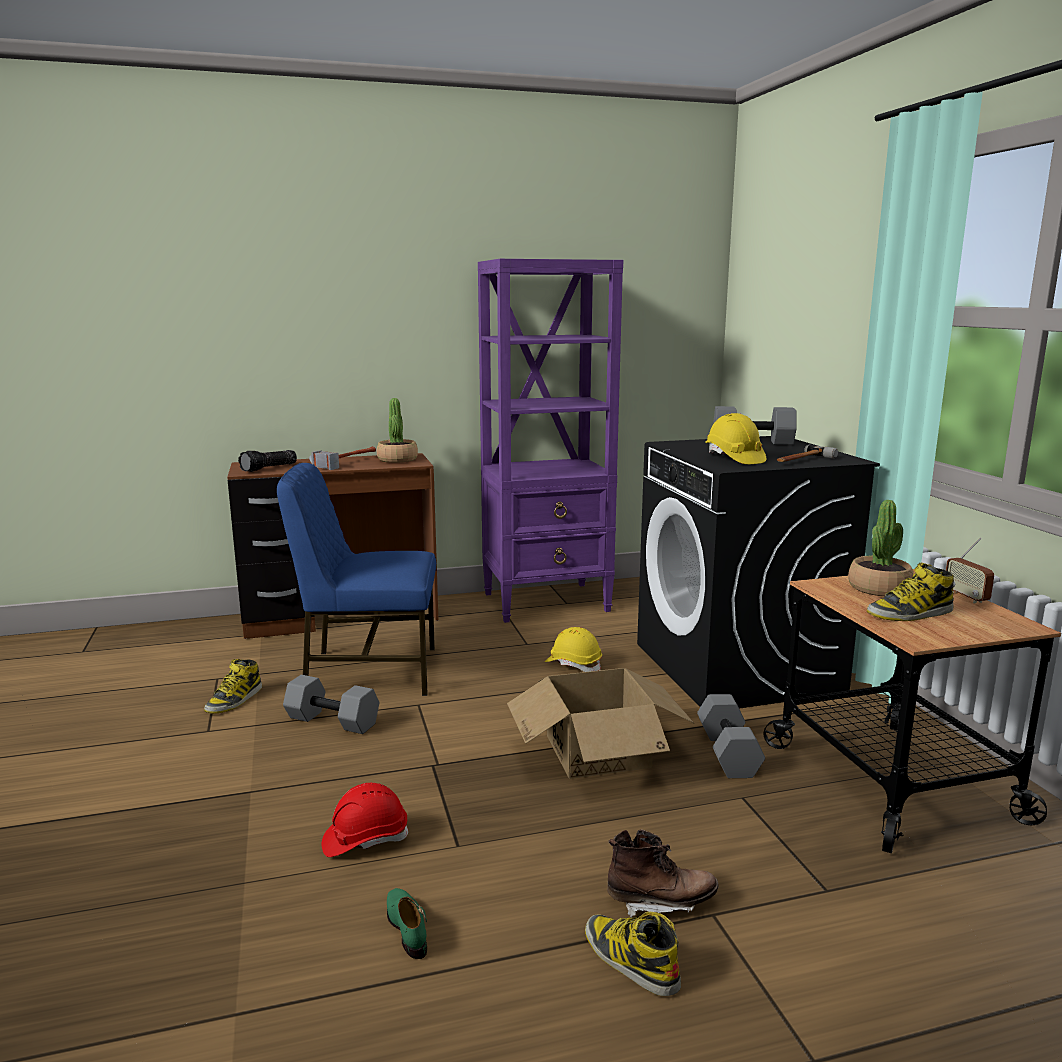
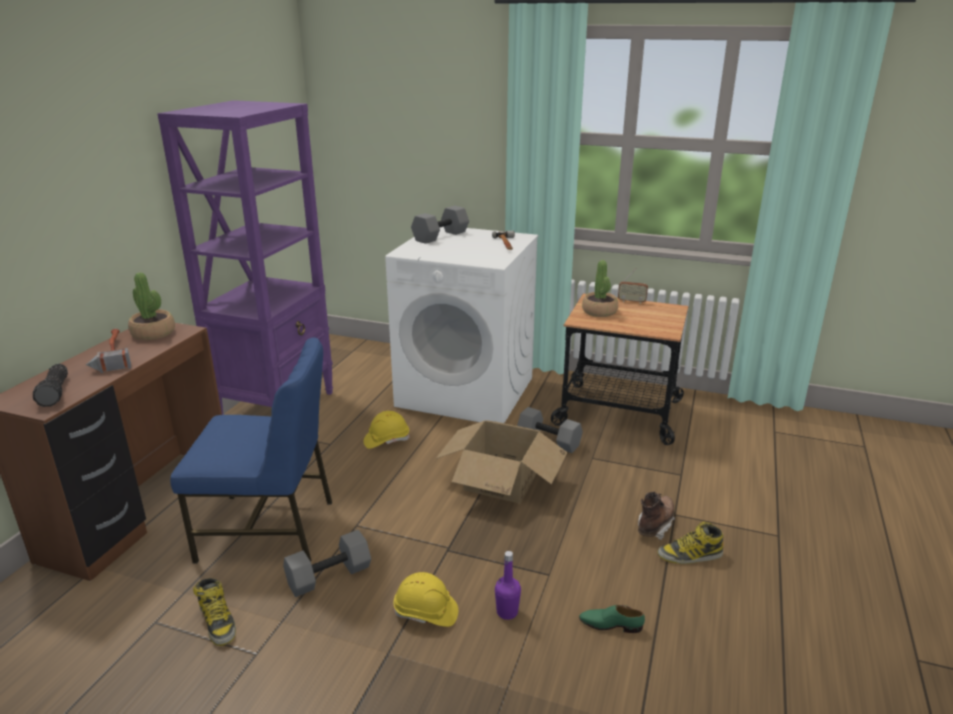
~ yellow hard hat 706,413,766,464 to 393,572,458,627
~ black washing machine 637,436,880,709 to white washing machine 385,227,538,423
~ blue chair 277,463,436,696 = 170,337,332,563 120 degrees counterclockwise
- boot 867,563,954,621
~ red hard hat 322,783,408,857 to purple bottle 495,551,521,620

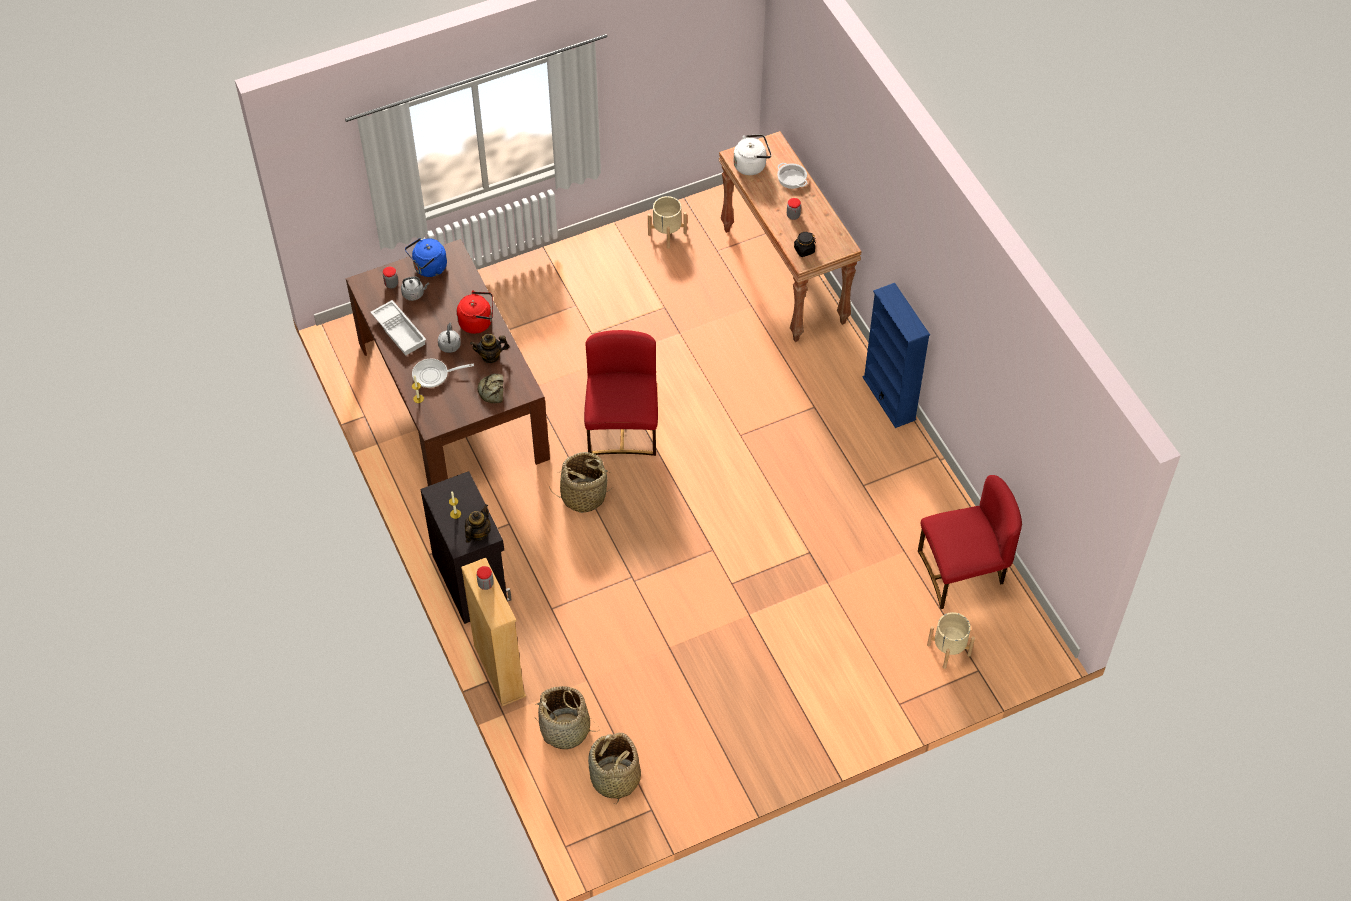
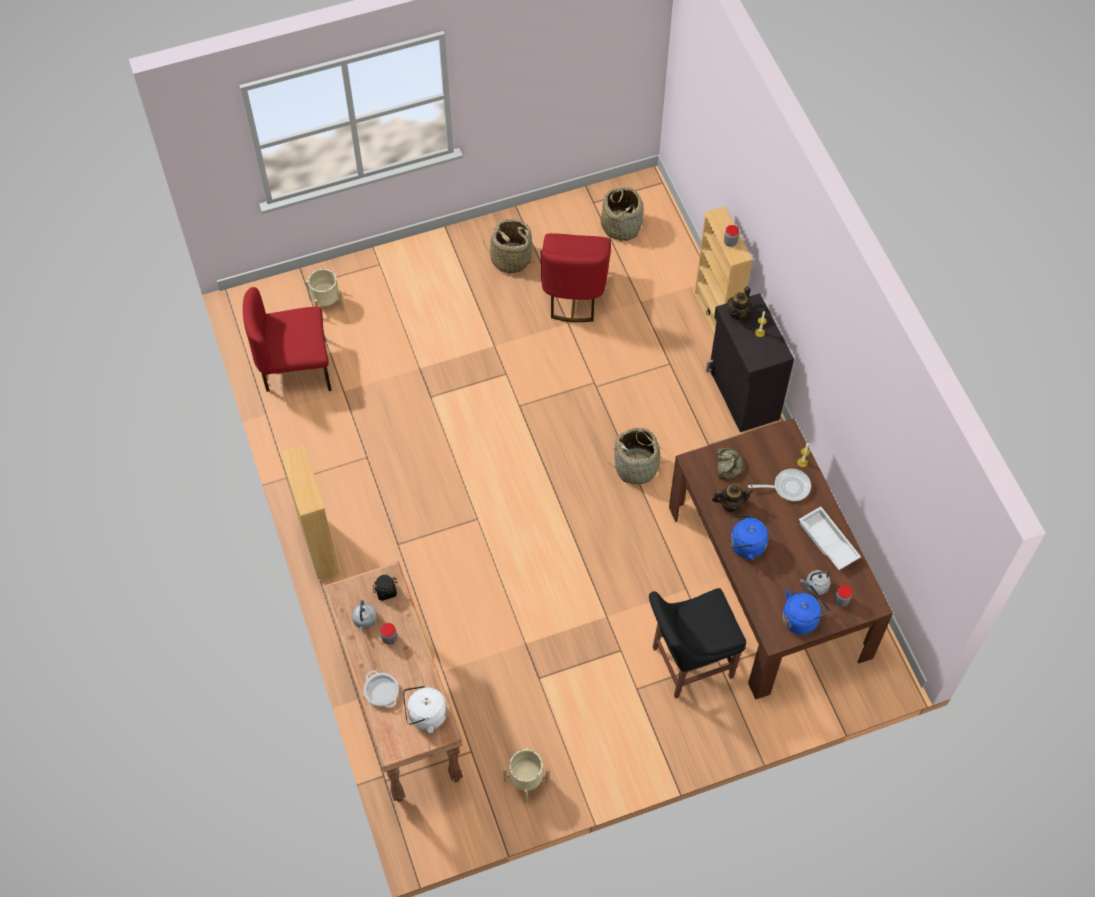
~ blue bookcase 862,283,930,428 to beige bookcase 280,445,342,582
~ red kettle 457,290,493,334 to blue kettle 730,515,769,560
~ grey kettle 438,323,461,353 to 352,600,377,631
~ red chair 584,330,658,456 to 541,233,611,322
~ basket 535,686,592,749 to 483,219,536,273
+ black chair 649,588,746,699

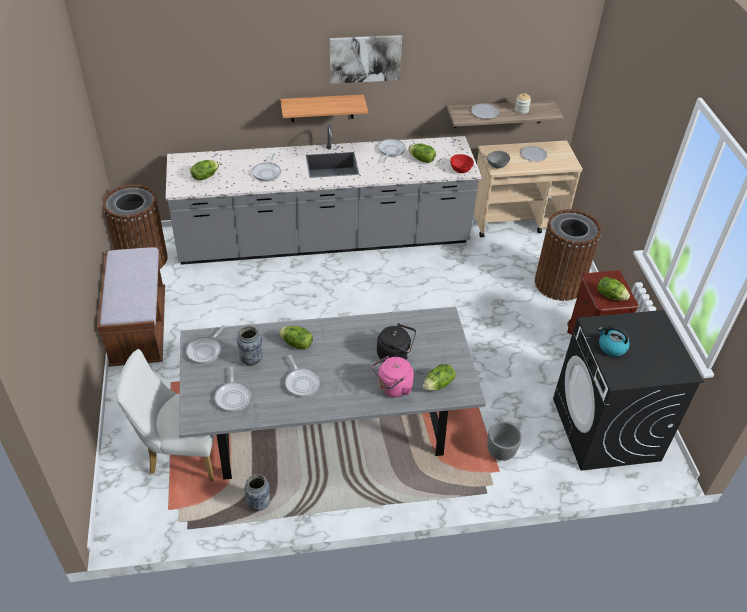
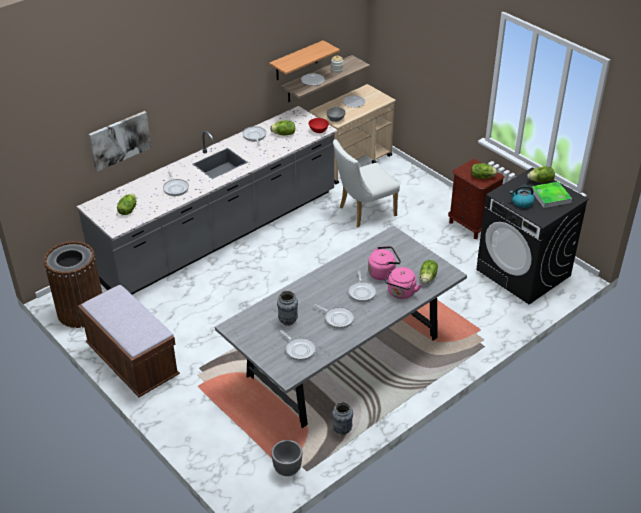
~ picture 330,35,402,84 to 88,111,151,172
~ shelf 280,94,368,122 to 269,40,340,80
- brown trash can 535,209,601,301
~ black kettle 377,323,416,362 to pink kettle 368,246,401,280
~ frying pan 186,325,225,364 to 348,270,377,302
~ lettuce 278,326,313,350 to 527,166,555,183
~ white chair 116,349,215,481 to 333,139,400,228
~ grey planter 487,422,522,461 to 271,440,302,476
+ tray 532,182,572,208

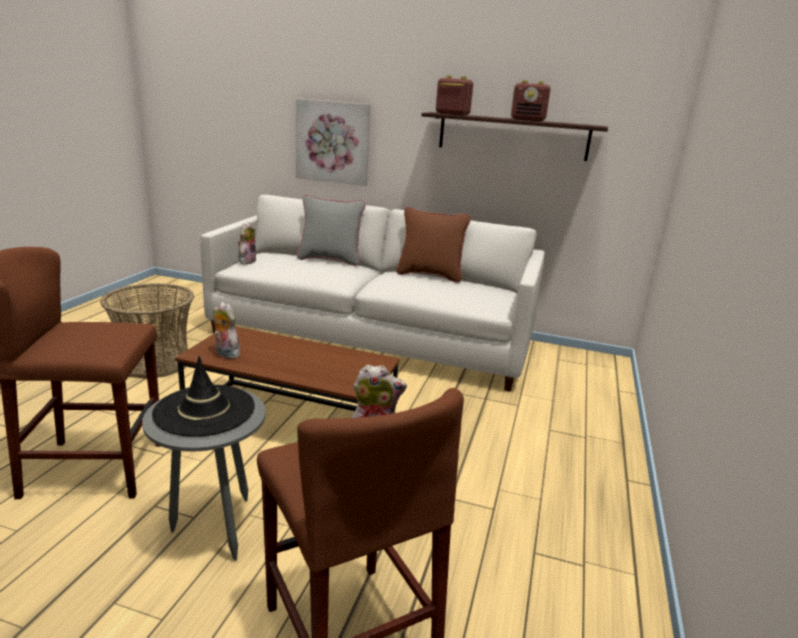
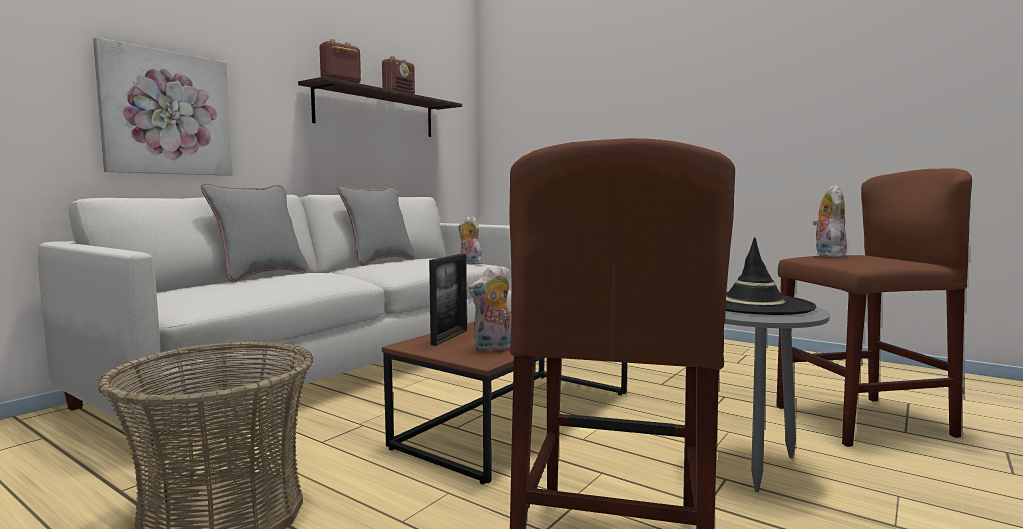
~ brown pillow 396,207,471,283 to grey pillow 338,186,416,266
~ plush toy 238,222,256,264 to 458,217,482,265
+ picture frame 429,254,467,346

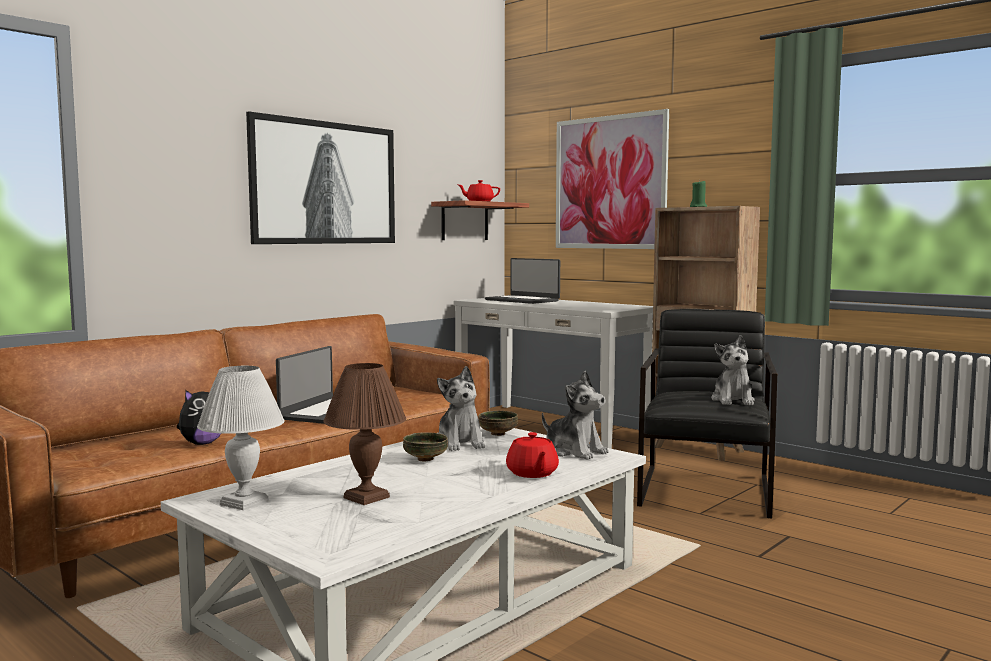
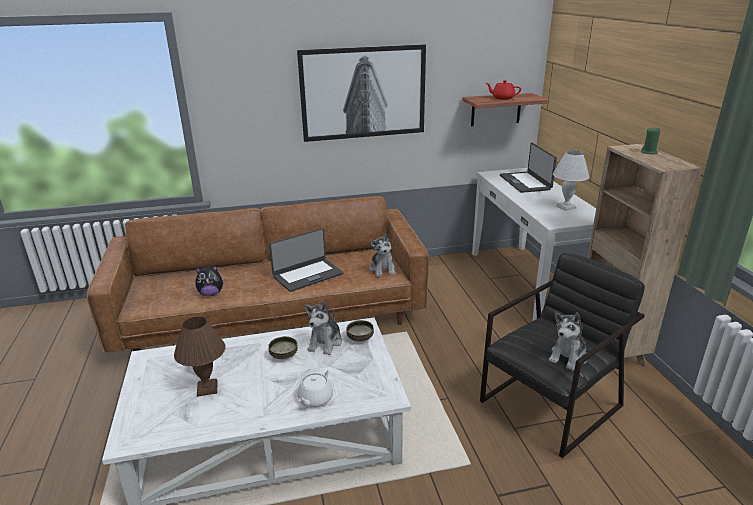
- picture 556,109,669,249
~ white table lamp 197,366,285,510 to 553,151,589,211
~ plush toy 542,371,609,460 to 370,233,396,277
~ red teapot 506,432,559,478 to white teapot 297,369,333,407

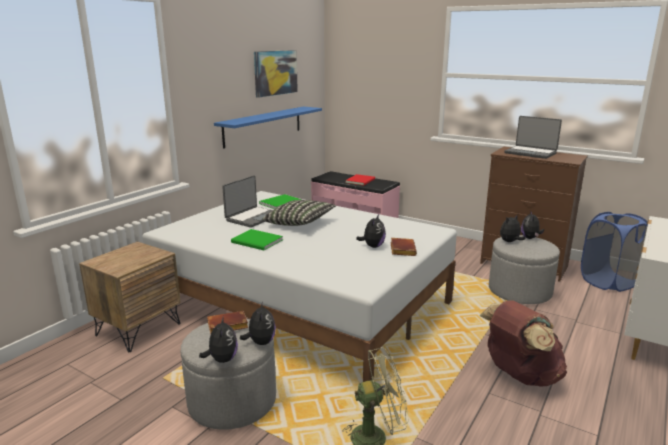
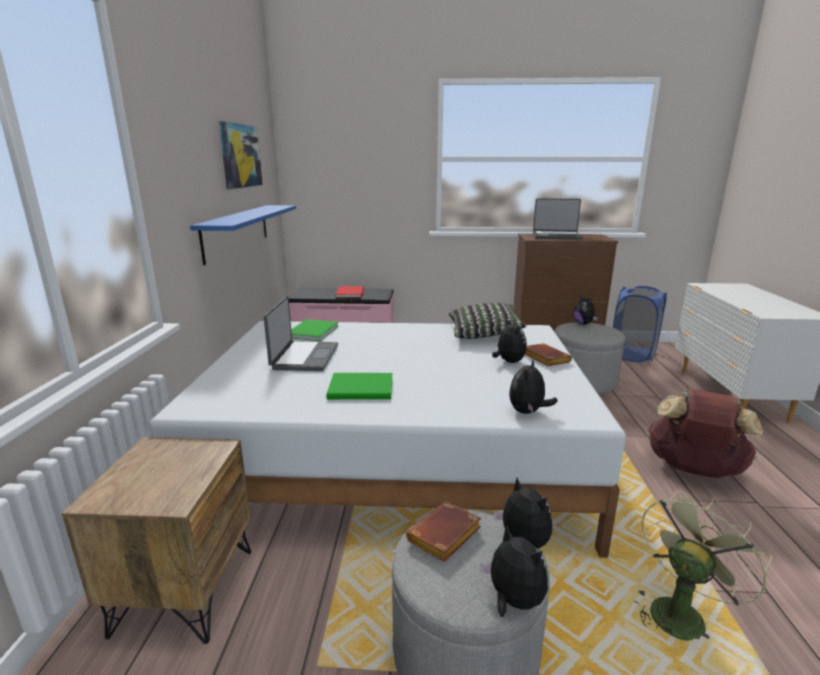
~ pillow 263,200,336,226 to 449,303,527,339
~ plush toy 500,215,526,242 to 509,357,558,414

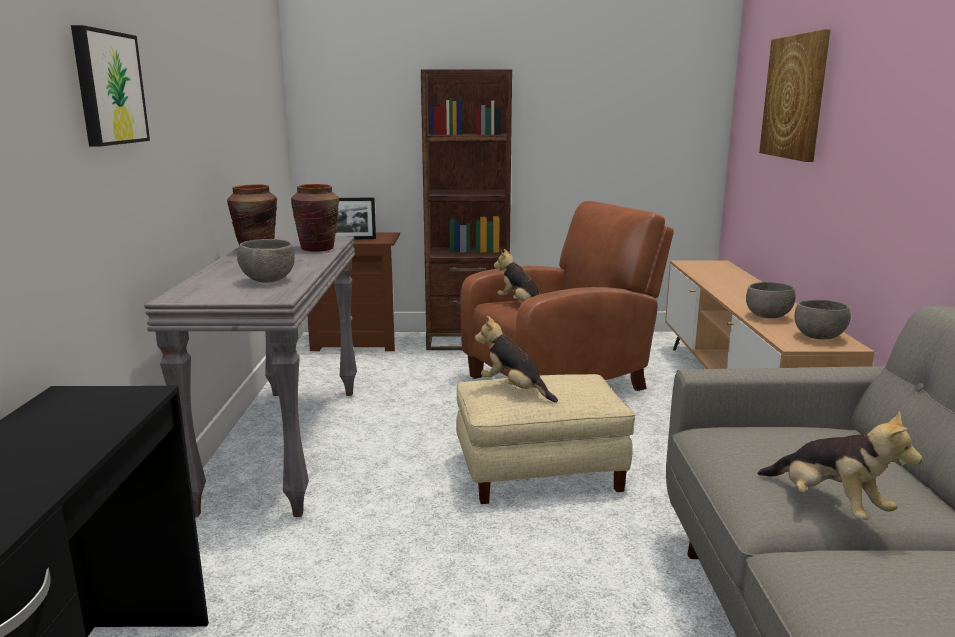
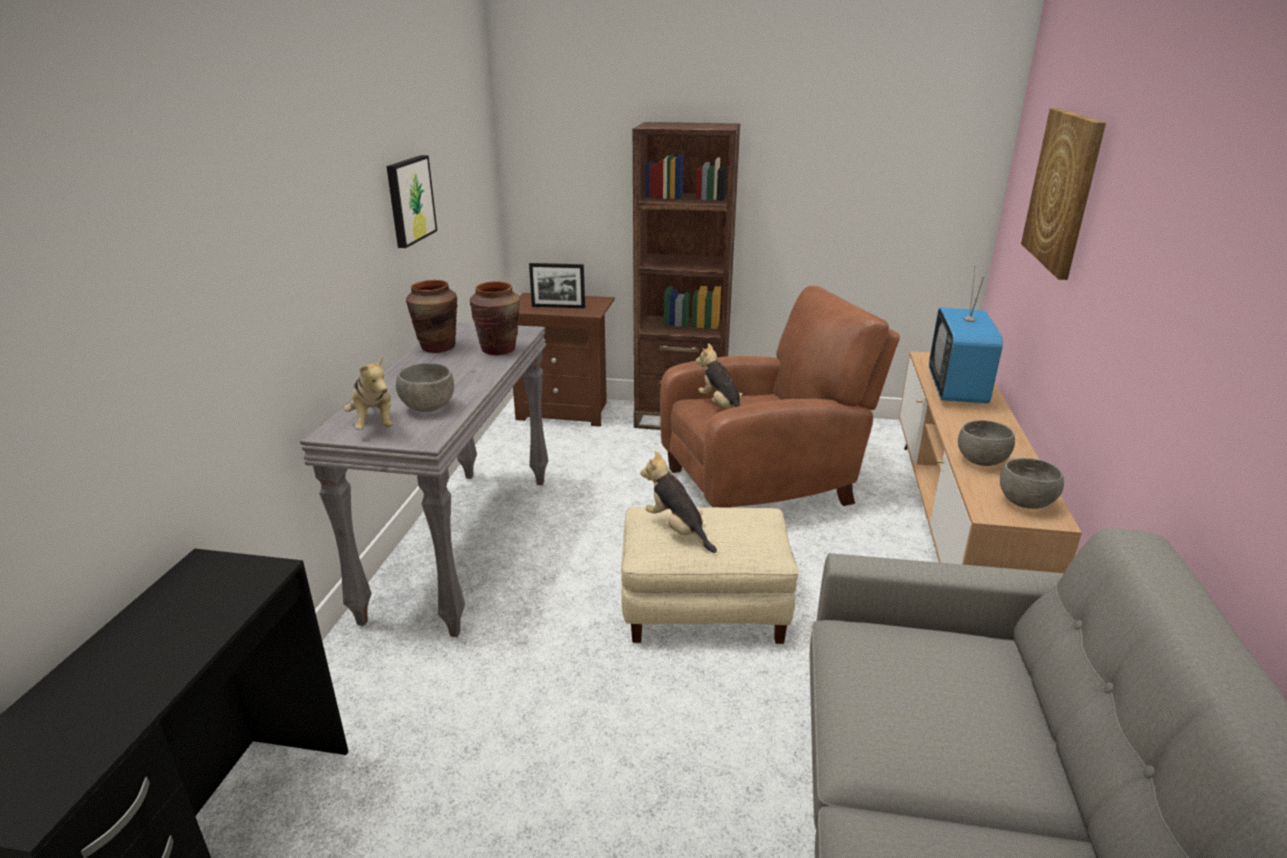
~ picture 71,25,150,146 to 386,155,437,248
~ plush toy 757,410,922,520 to 343,356,393,430
+ television 929,266,1003,404

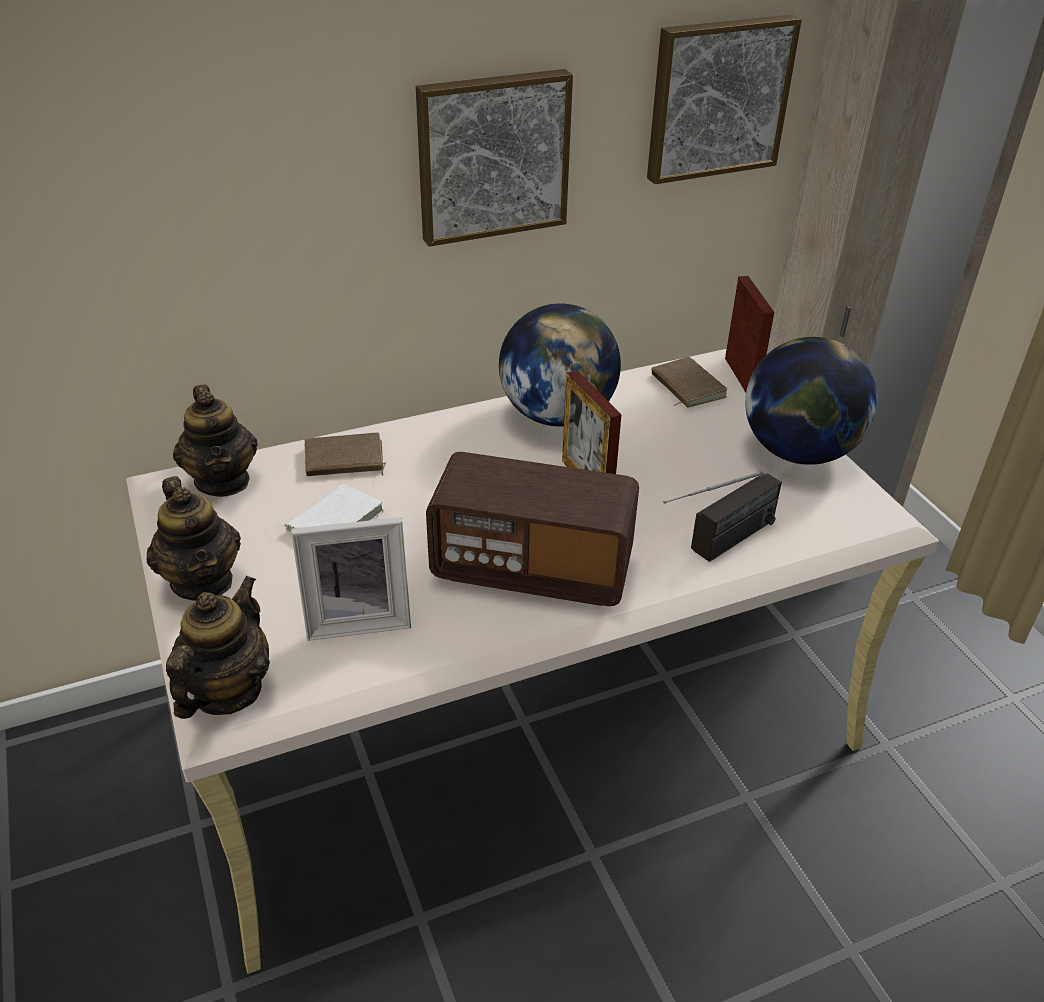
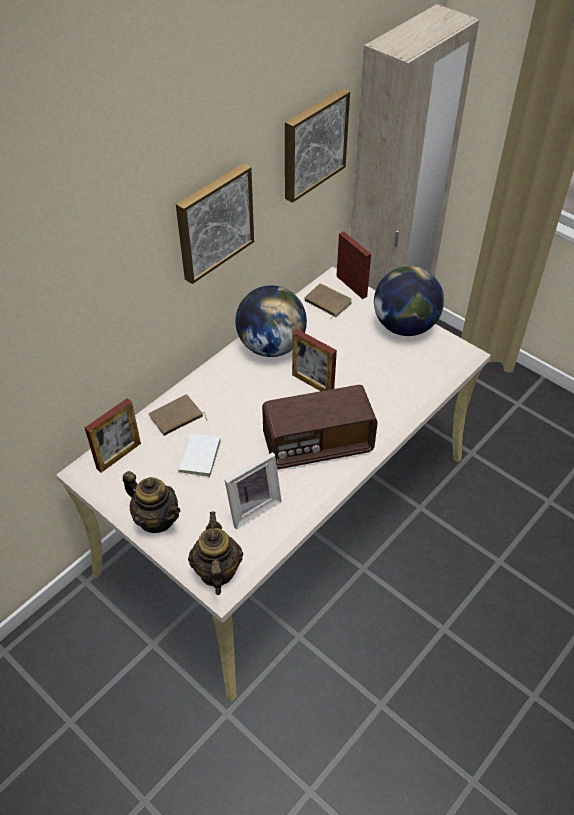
~ teapot 173,384,258,497 to picture frame 85,398,141,473
- radio 663,471,782,562

